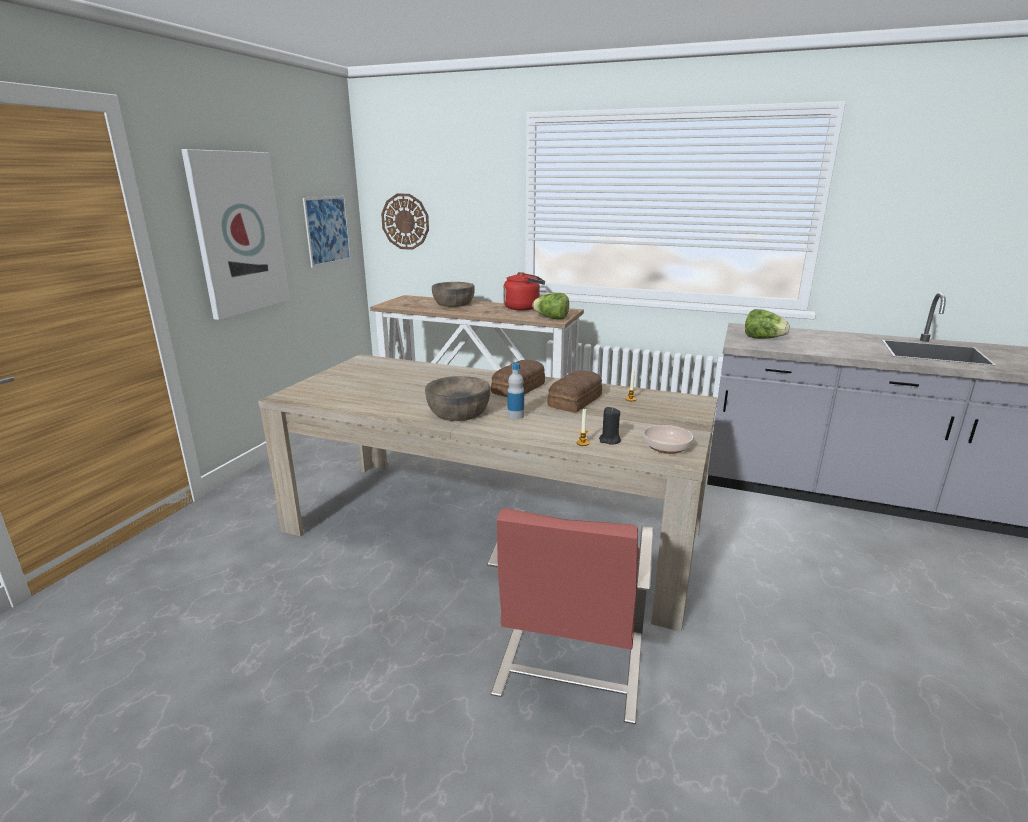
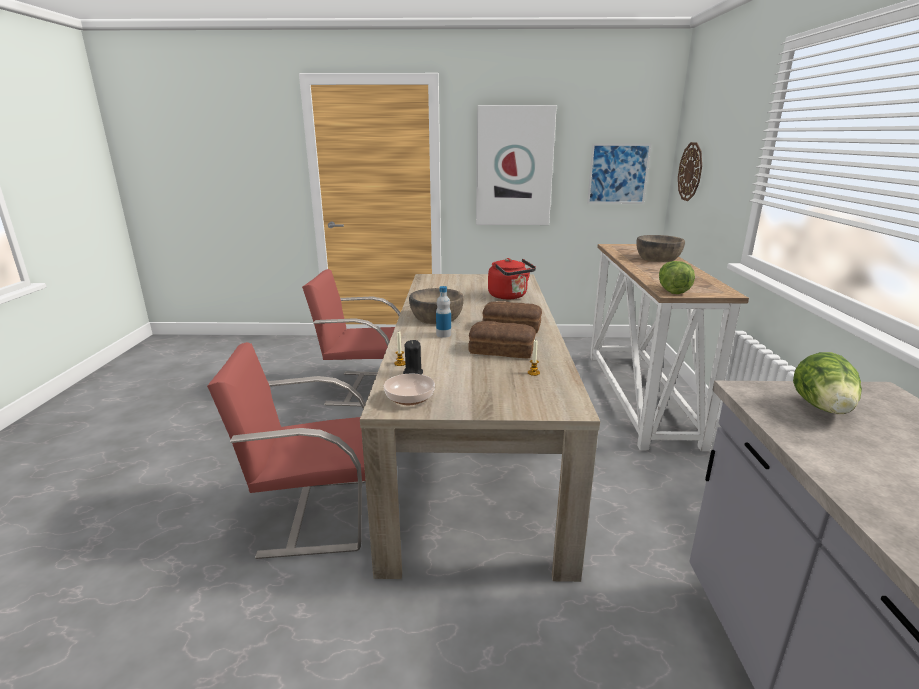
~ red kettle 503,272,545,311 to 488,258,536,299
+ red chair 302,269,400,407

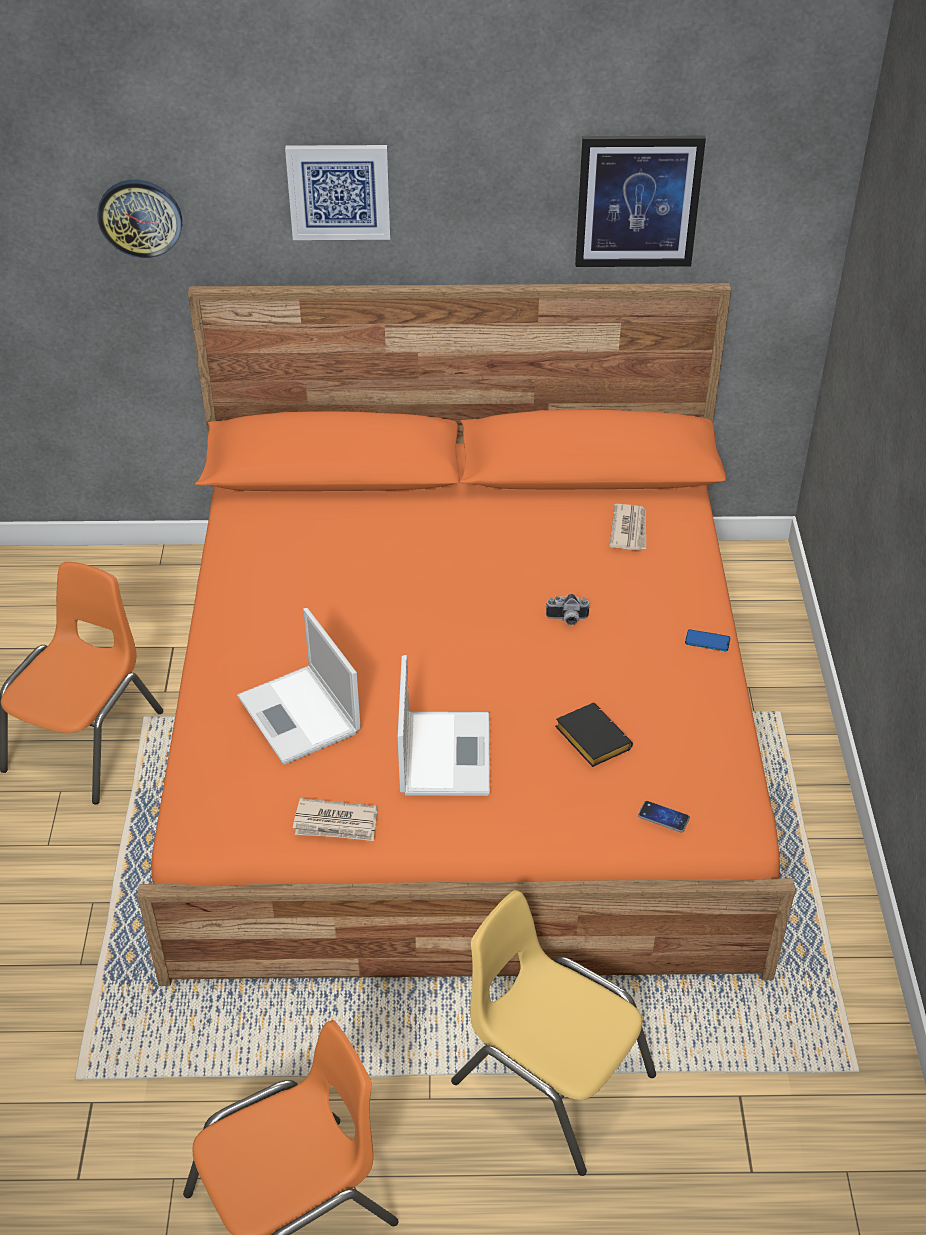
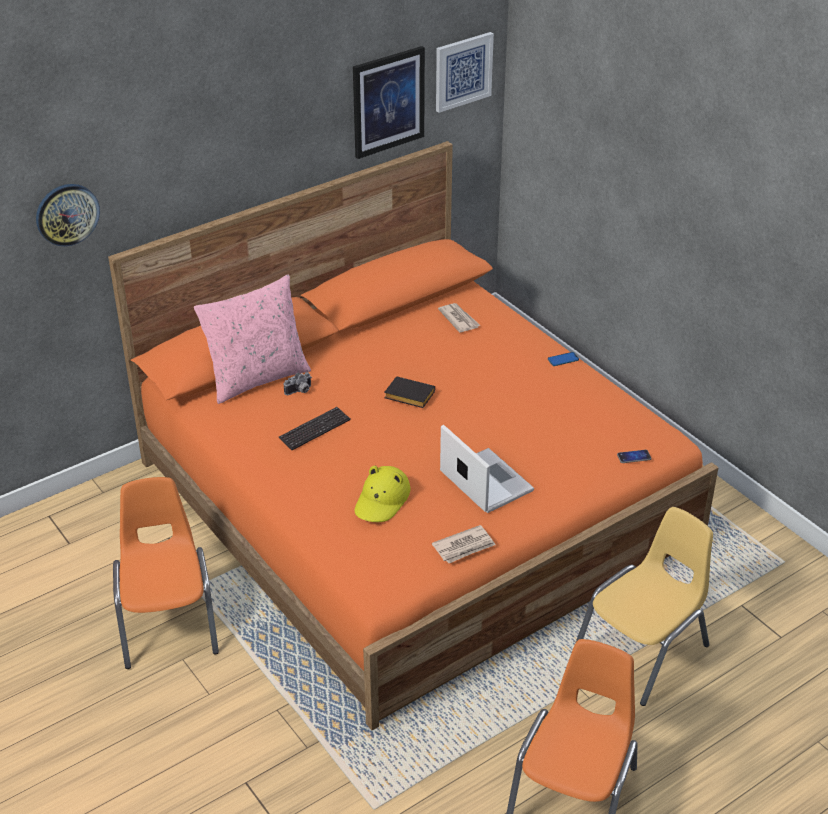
~ picture 285,145,390,240 to 436,32,494,113
~ photo camera 546,594,590,625 to 284,372,312,395
~ laptop 237,608,361,765 to yellow hat 354,466,410,522
~ black book 555,703,633,767 to 384,376,435,408
~ yellow chair 451,890,656,1176 = 576,507,713,706 135 degrees clockwise
+ pink pillow 194,275,311,404
+ keyboard 279,407,351,450

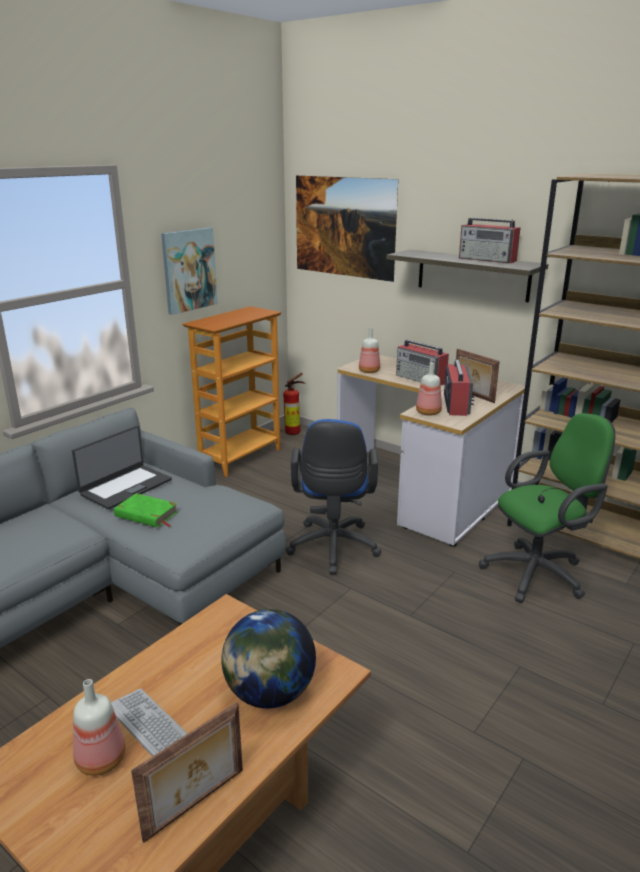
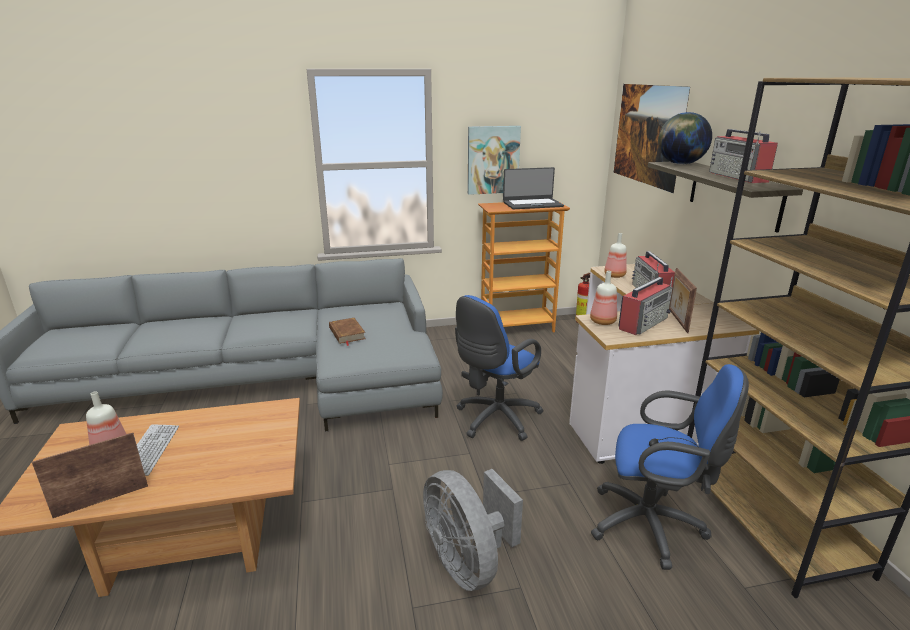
~ green office chair 479,413,615,603 to blue office chair 591,364,749,570
~ laptop 72,426,172,509 to 503,167,564,209
~ green book 114,493,178,528 to brown book 329,318,366,346
~ globe 222,609,316,708 to 658,112,712,164
~ picture frame 131,702,243,843 = 32,433,148,518 150 degrees clockwise
+ grey fan 423,469,523,591

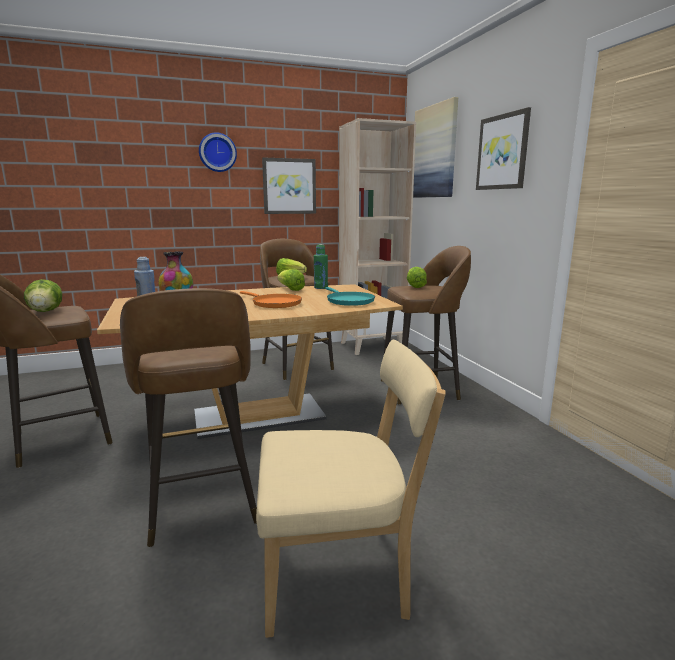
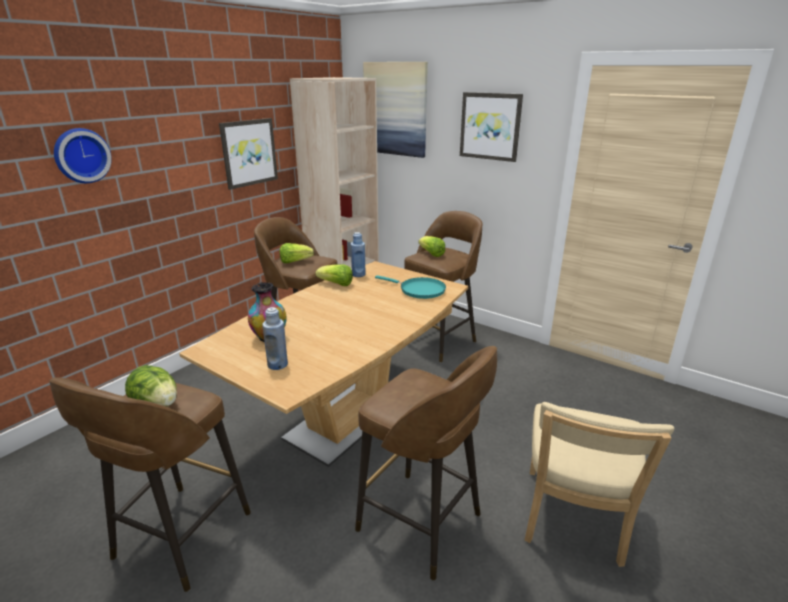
~ wall clock 199,132,237,172 to 54,128,112,183
~ green bottle 314,244,328,289 to blue bottle 351,232,366,277
- orange frying pan 240,291,302,308
~ beige chair 256,340,446,638 = 525,402,674,567 150 degrees clockwise

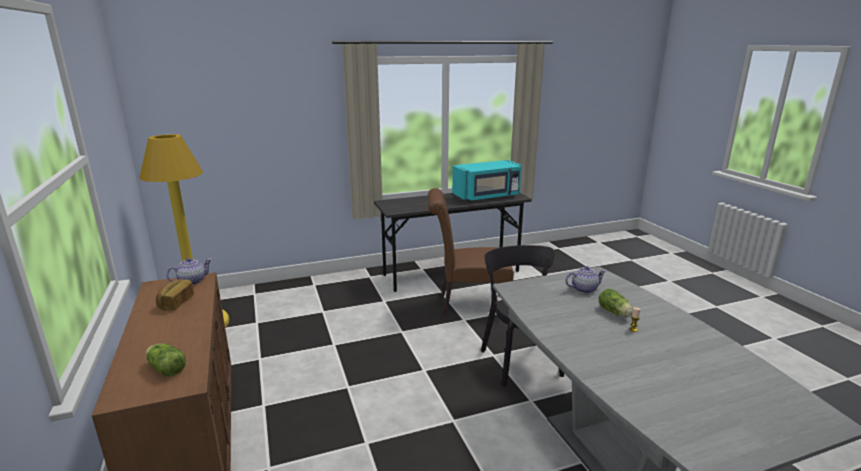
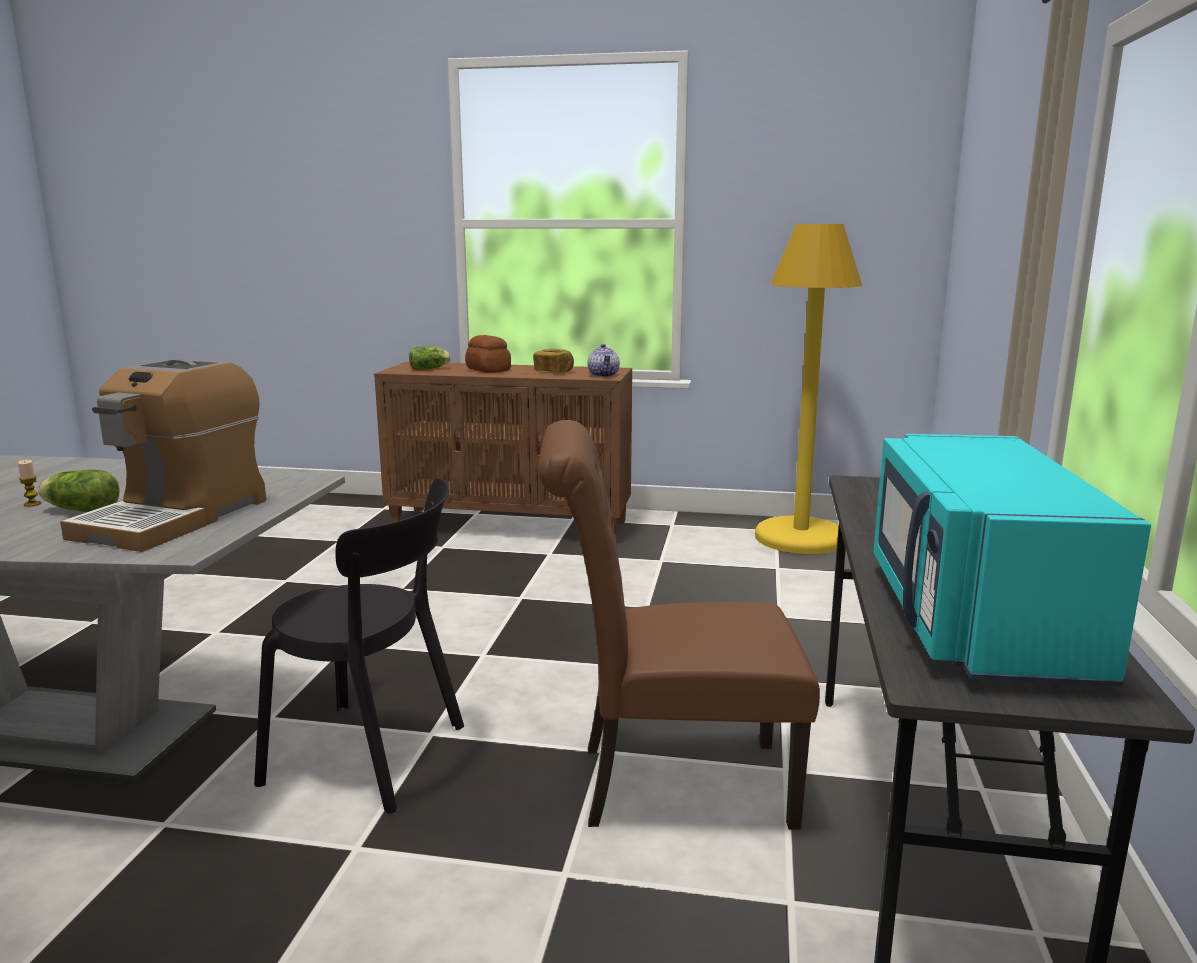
~ brown chair 428,188,514,316 = 538,420,820,830 120 degrees counterclockwise
~ teapot 565,266,606,293 to coffee machine 60,359,266,552
+ bread 465,335,511,373

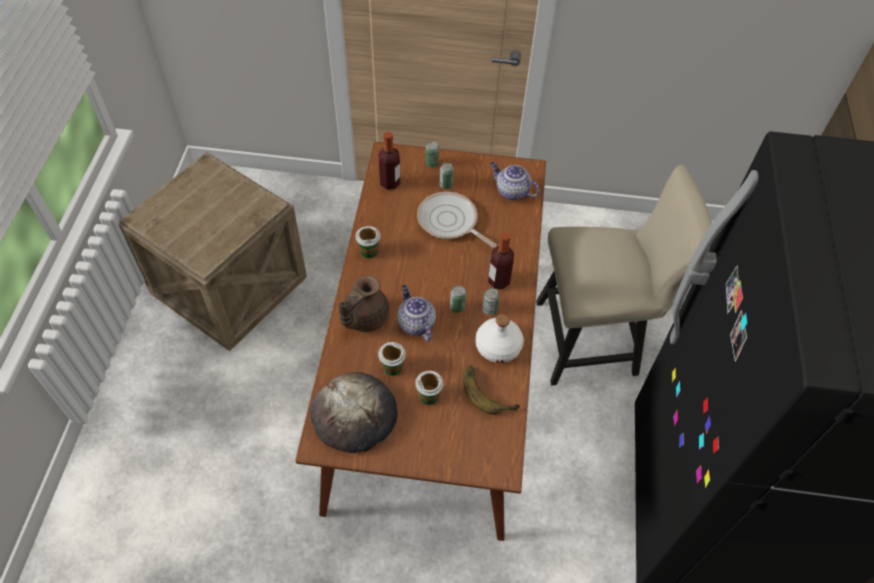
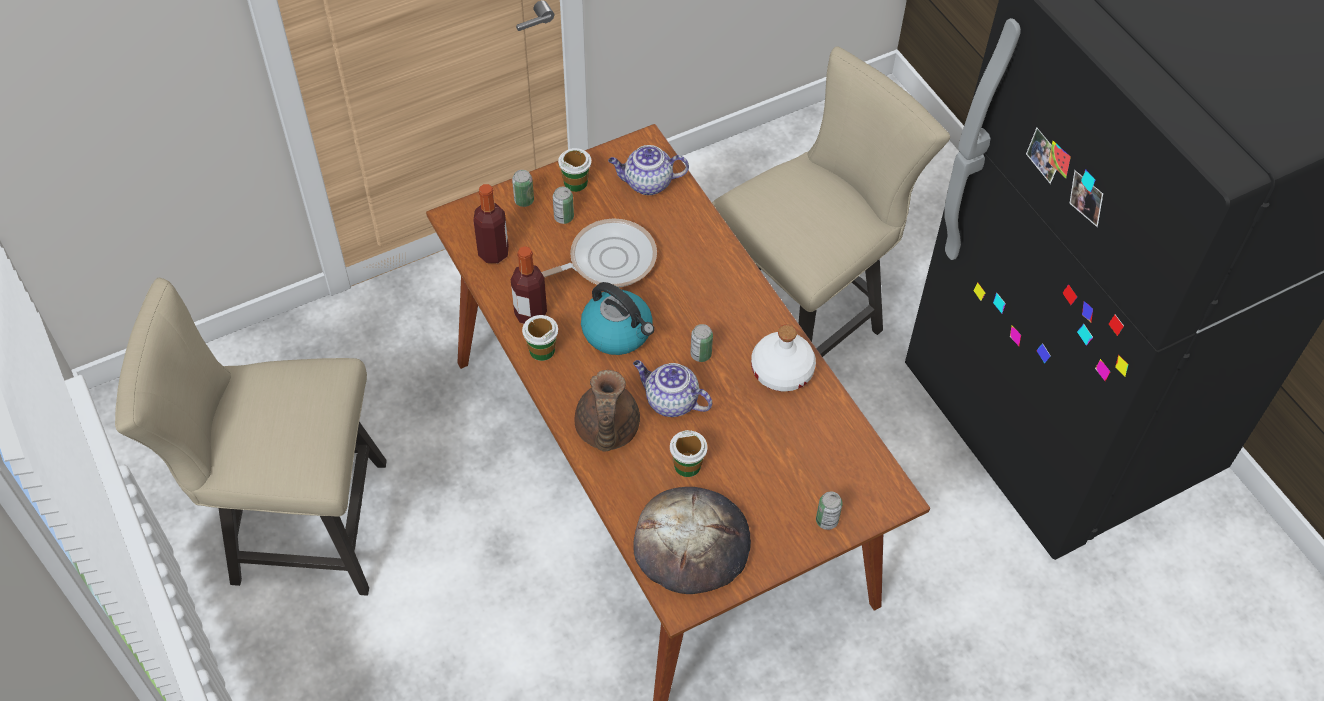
~ crate 119,152,307,351 to beige chair 115,278,387,596
~ frying pan 417,192,496,248 = 541,219,657,287 150 degrees clockwise
~ bottle 488,232,514,289 to 511,246,547,324
~ can 482,288,500,315 to 816,491,843,530
- banana 463,365,520,414
~ cup 415,371,444,405 to 558,148,591,192
+ kettle 581,282,654,355

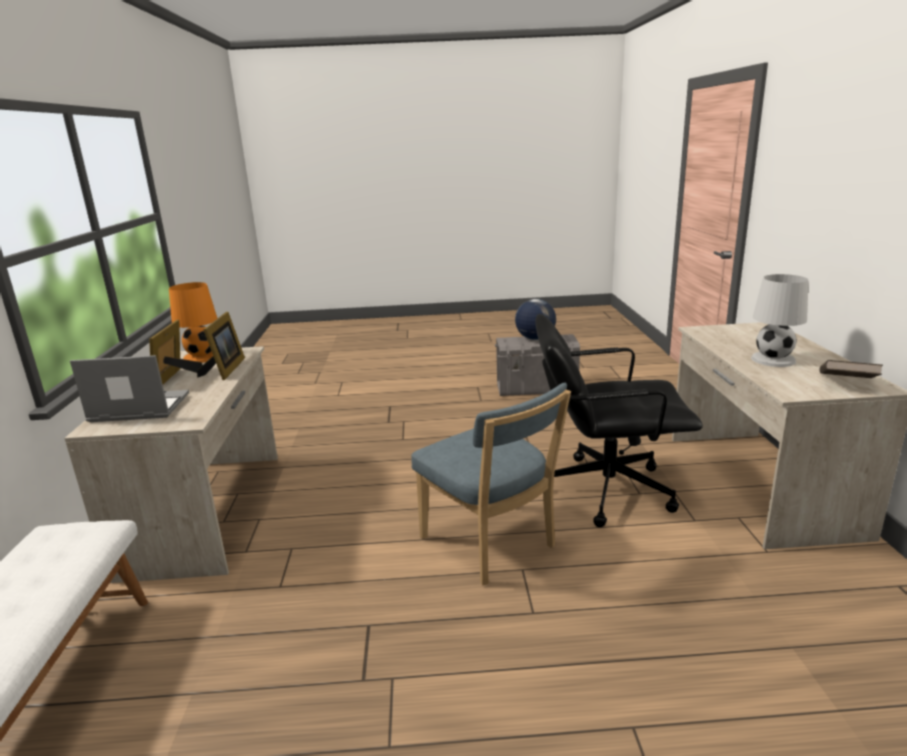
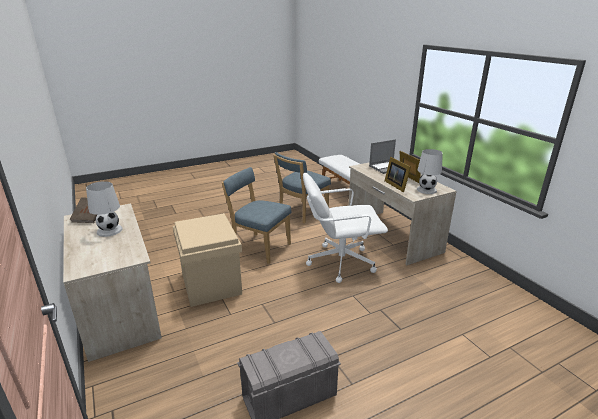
~ orange table lamp 169,282,217,363 to white table lamp 417,149,443,194
- globe 515,299,556,340
~ black office chair 535,314,703,527 to beige storage box 173,213,242,307
+ blue chair 273,152,331,223
+ white office chair 303,173,388,283

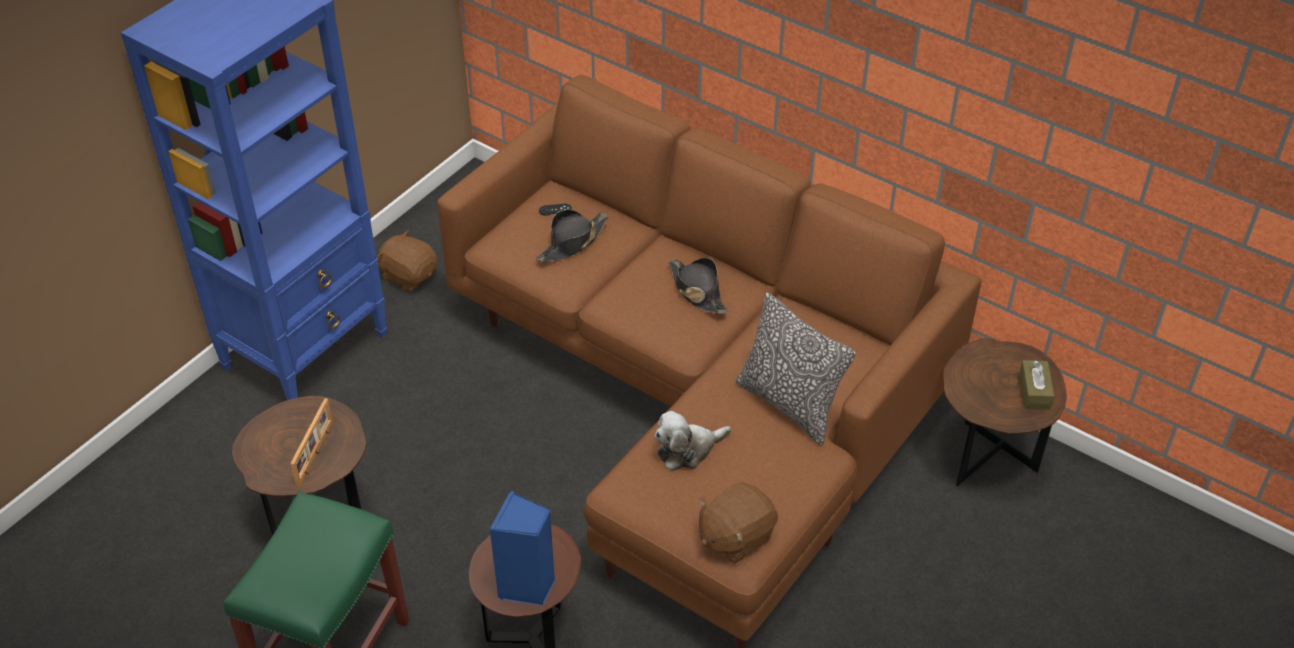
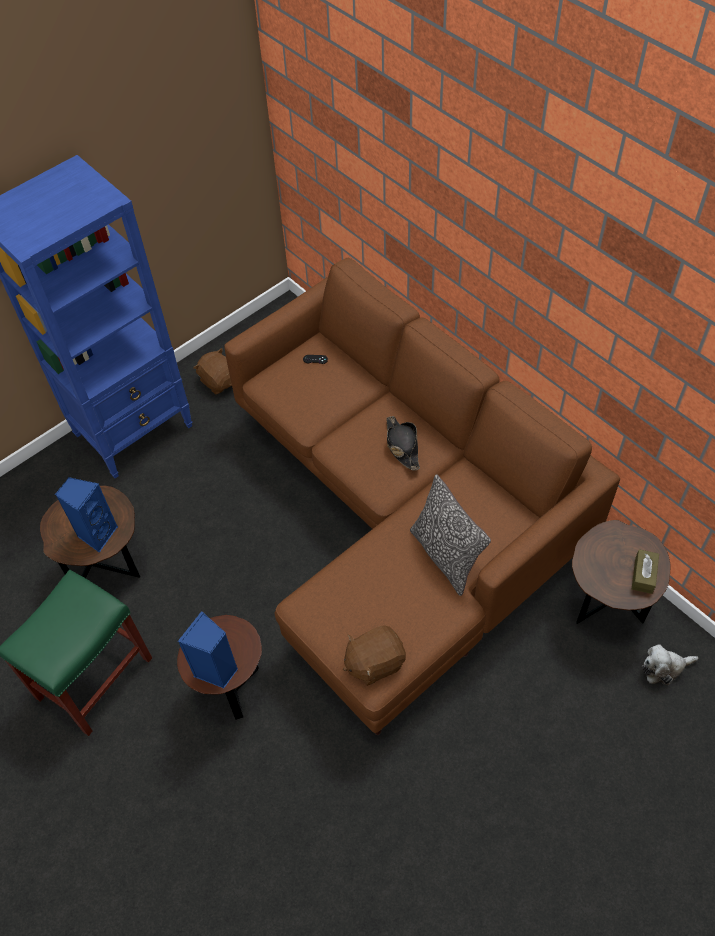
- black hat 536,209,609,263
~ picture frame 290,398,333,487 to blue speaker 55,477,118,553
~ plush toy 655,411,731,471 to 642,644,698,685

